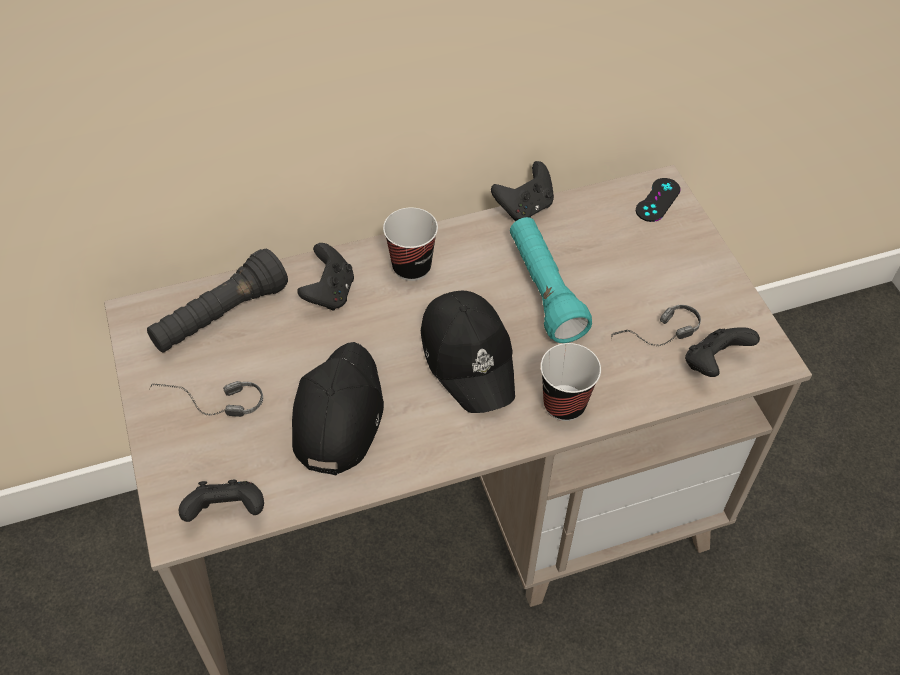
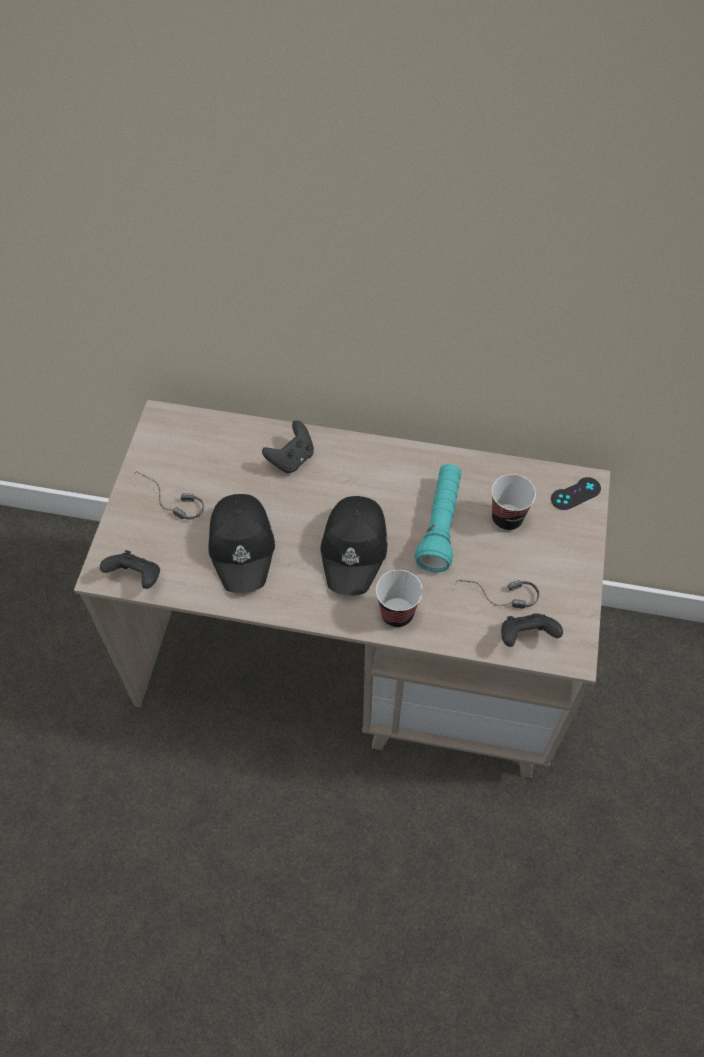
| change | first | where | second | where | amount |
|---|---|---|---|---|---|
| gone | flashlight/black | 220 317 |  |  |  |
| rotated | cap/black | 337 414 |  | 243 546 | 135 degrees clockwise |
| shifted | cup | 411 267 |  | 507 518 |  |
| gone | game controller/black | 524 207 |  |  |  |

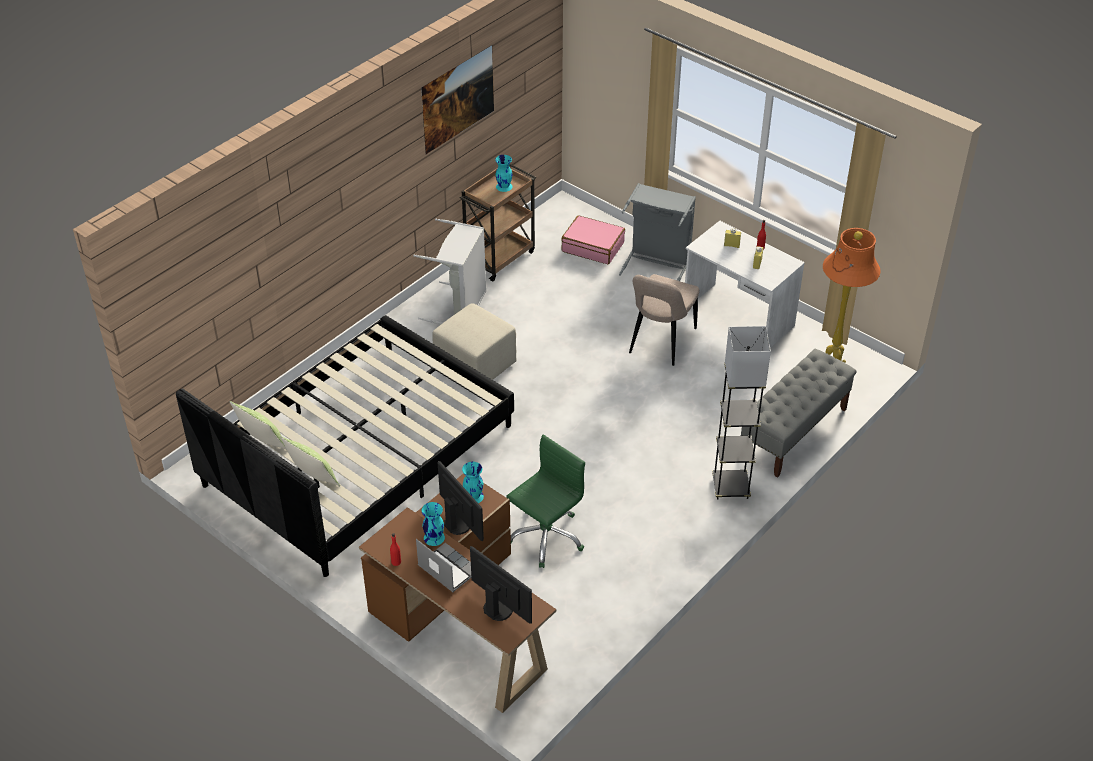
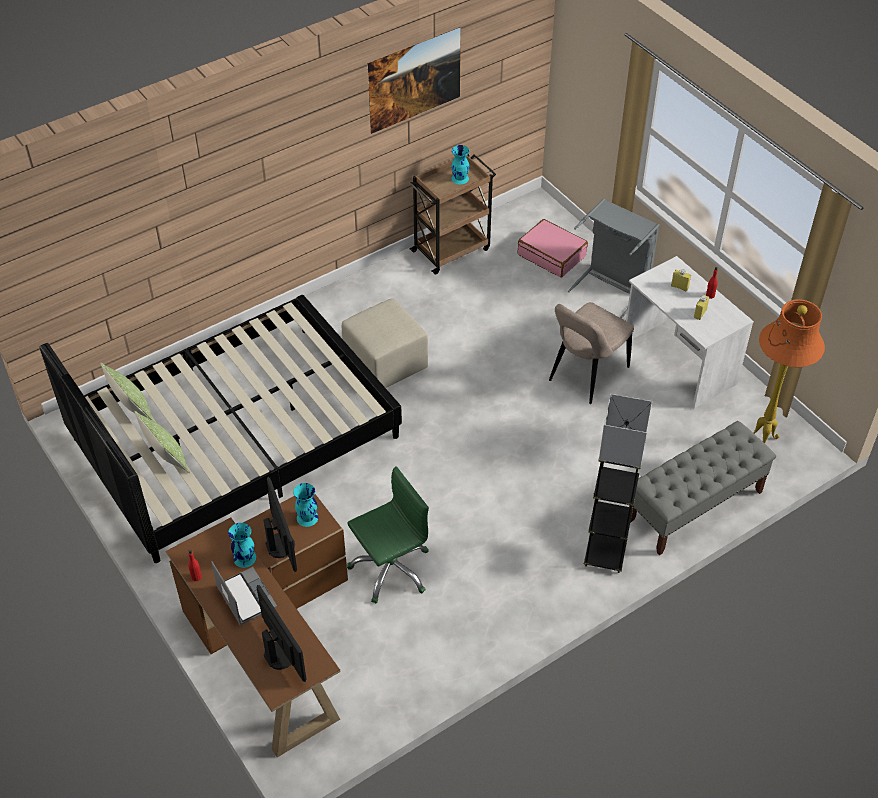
| change | first | where | second | where | amount |
|---|---|---|---|---|---|
| gone | laundry basket/grey | 460 307 |  |  |  |

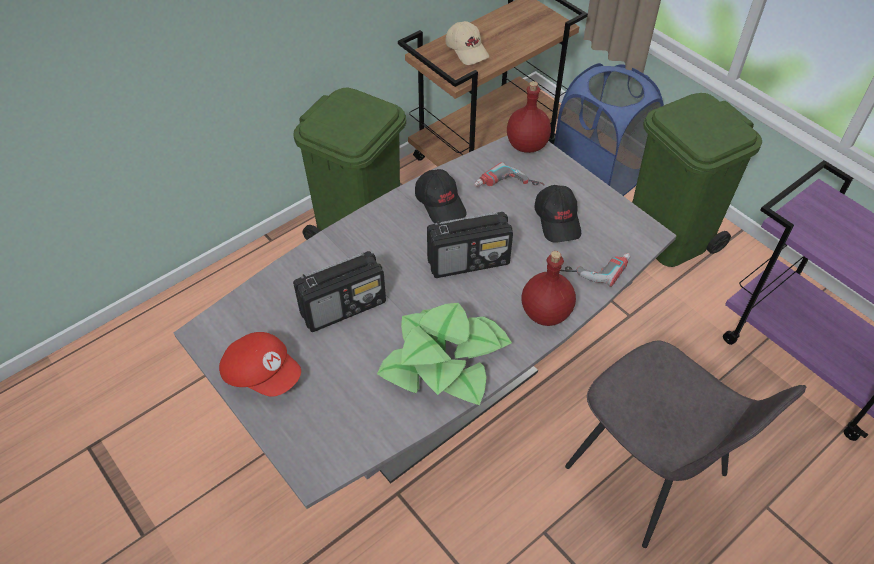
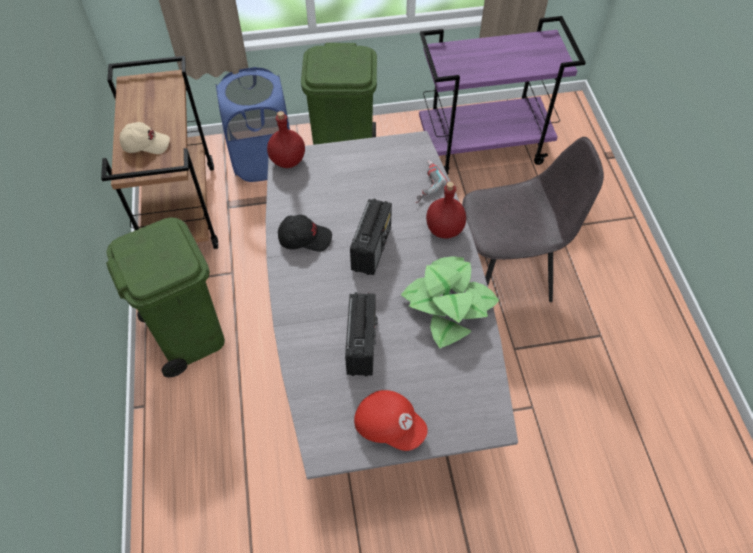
| change | first | where | second | where | amount |
|---|---|---|---|---|---|
| rotated | cap/red | 262 373 |  | 389 425 | 60 degrees clockwise |
| gone | power drill | 507 187 |  |  |  |
| gone | cap/black | 558 220 |  |  |  |

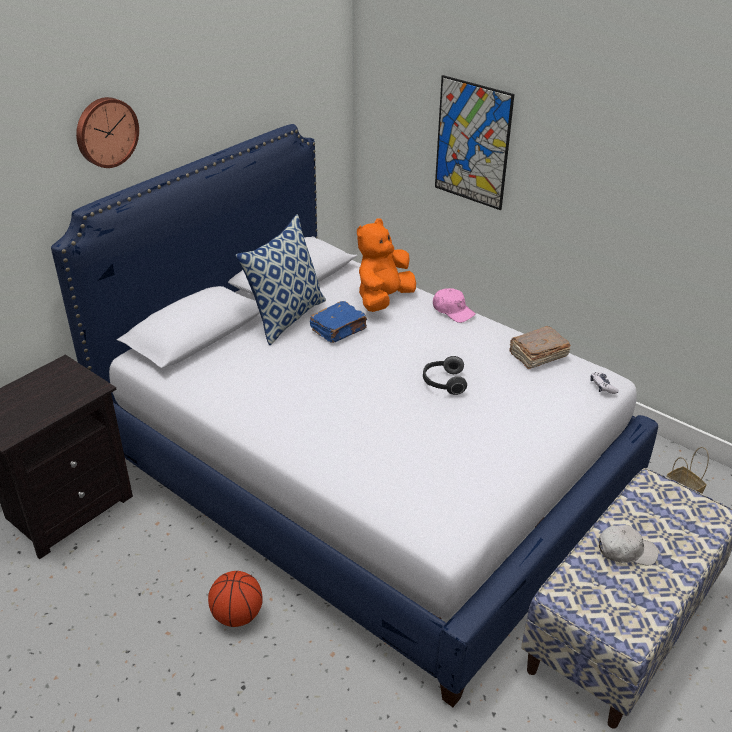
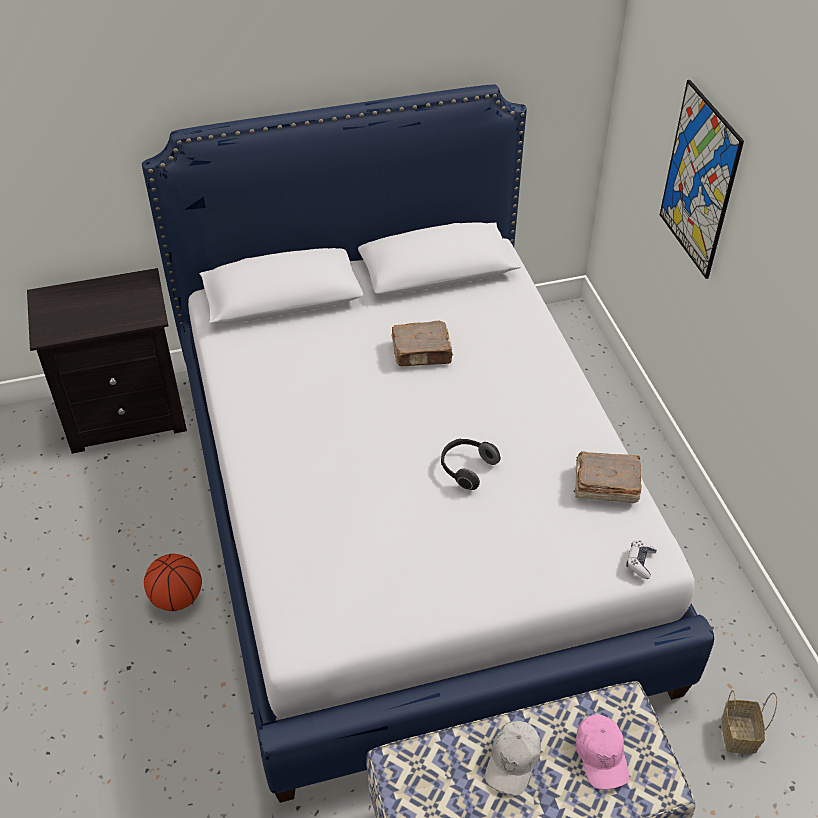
| change | first | where | second | where | amount |
|---|---|---|---|---|---|
| gone | wall clock | 105 132 |  |  |  |
| gone | pillow | 286 317 |  |  |  |
| repainted | book/blue | 339 330 | book/brown | 422 353 |  |
| gone | plush toy/orange | 383 299 |  |  |  |
| shifted | cap/pink | 453 311 |  | 601 755 |  |
| rotated | cap/white | 626 551 |  | 513 761 | 75 degrees clockwise |

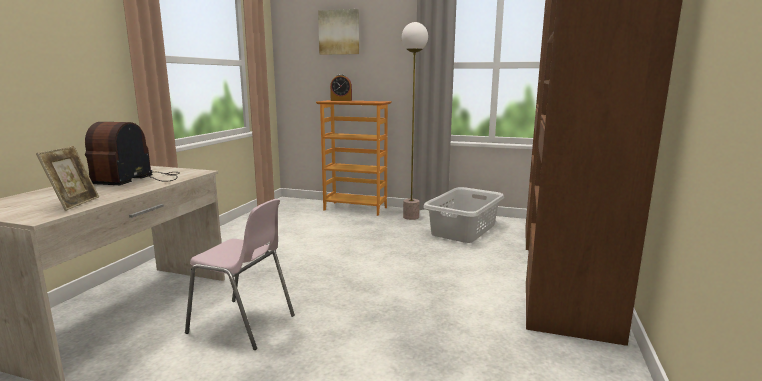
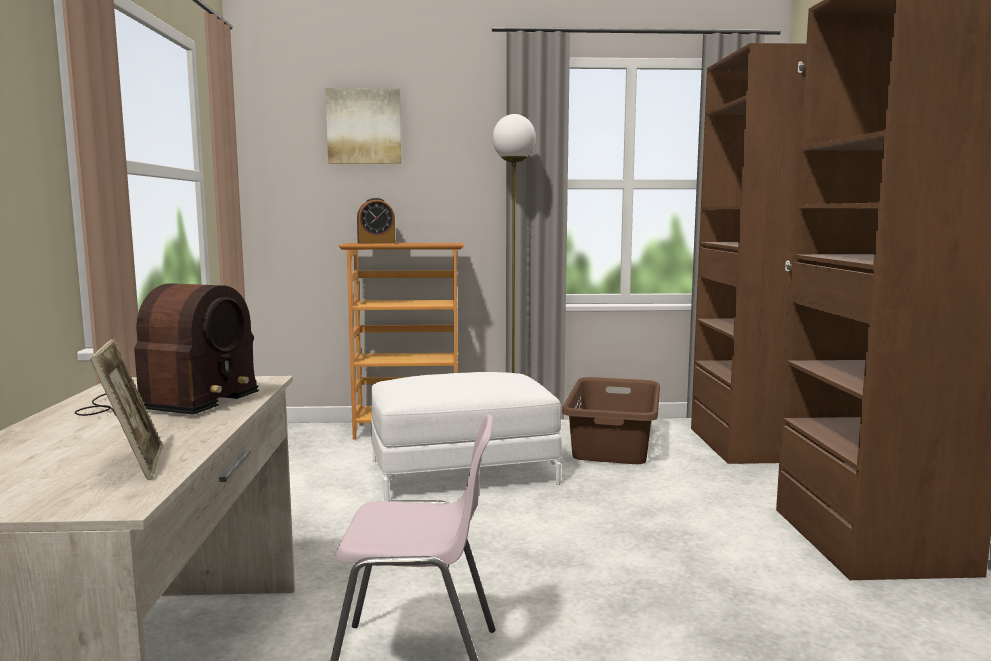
| change | first | where | second | where | amount |
|---|---|---|---|---|---|
| rotated | radio | 139 179 |  | 167 405 | 150 degrees counterclockwise |
| repainted | laundry basket/grey | 464 230 | laundry basket/brown | 613 445 |  |
| new |  |  | ottoman/white | 462 471 |  |

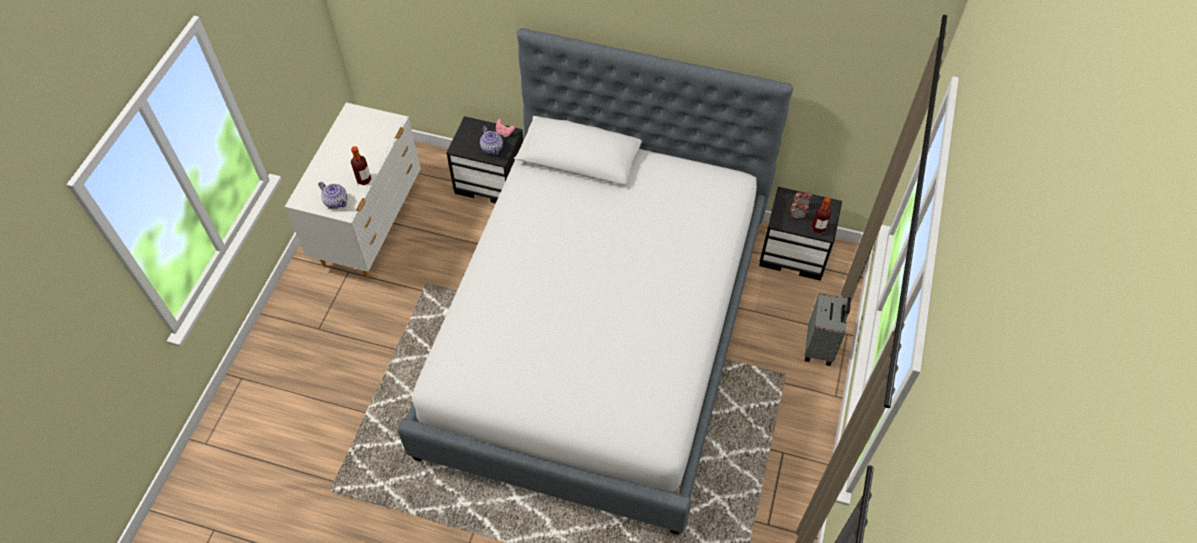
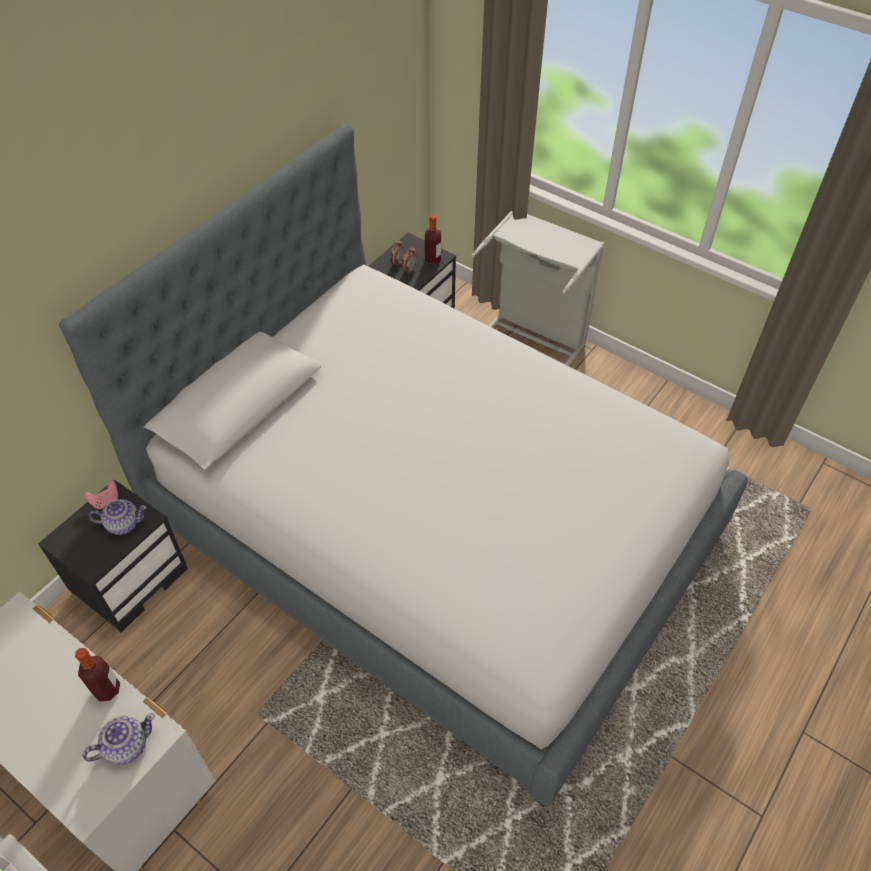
| change | first | where | second | where | amount |
|---|---|---|---|---|---|
| swapped | suitcase/grey | 820 347 | laundry basket/grey | 532 341 |  |

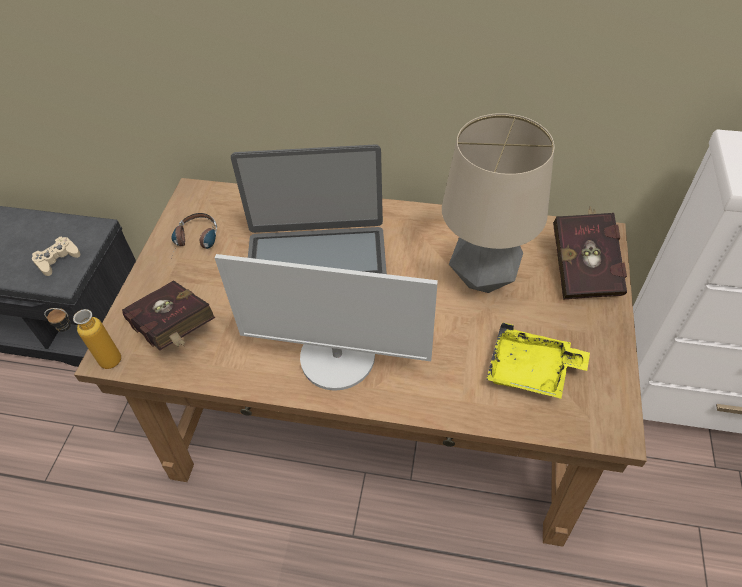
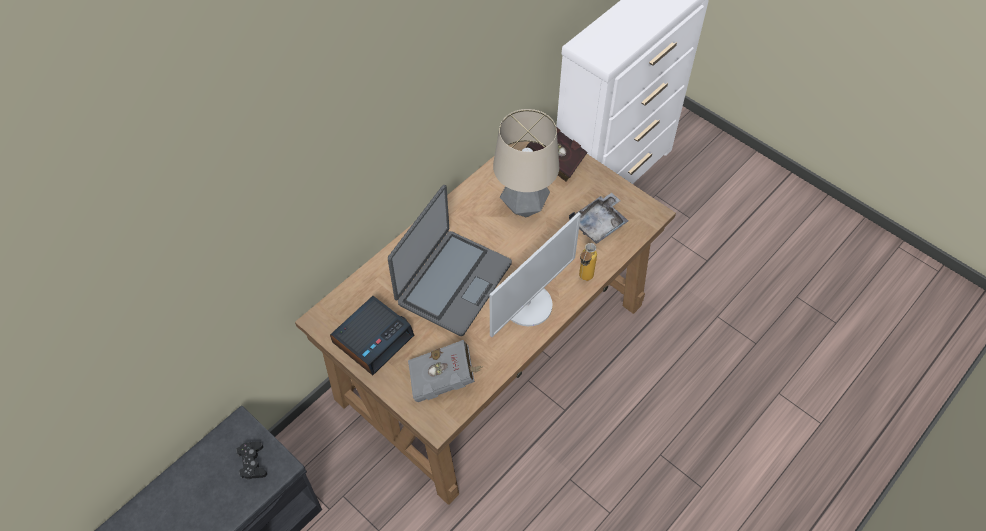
| change | first | where | second | where | amount |
|---|---|---|---|---|---|
| repainted | game controller/beige | 57 259 | game controller/black | 252 463 |  |
| shifted | bottle | 101 362 |  | 584 280 |  |
| repainted | book/red | 175 332 | book/grey | 445 380 |  |
| swapped | headphones | 196 242 | alarm clock | 373 338 |  |
| repainted | tray/yellow | 531 371 | tray/grey | 599 224 |  |

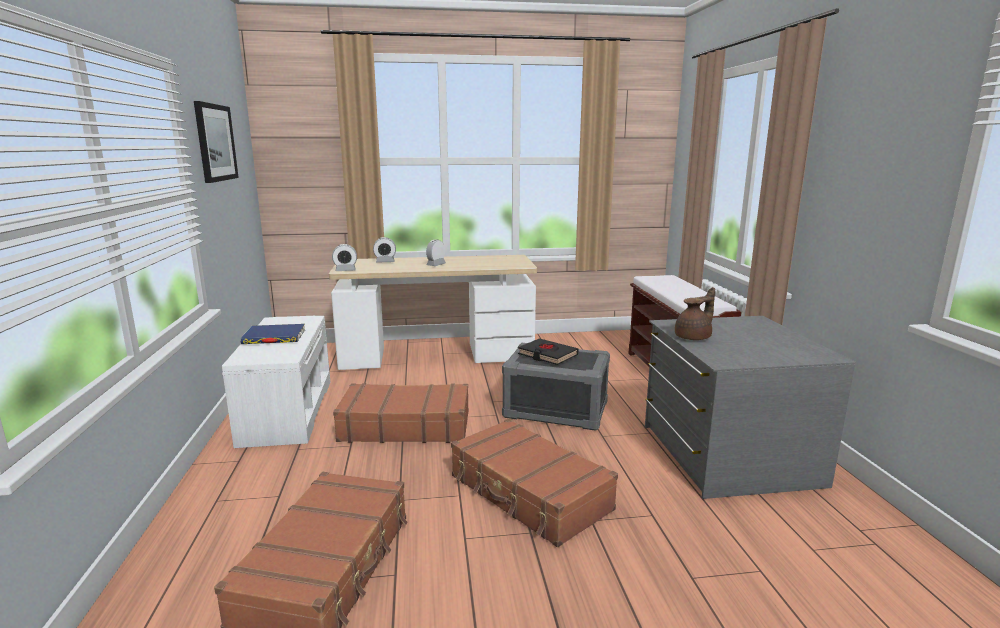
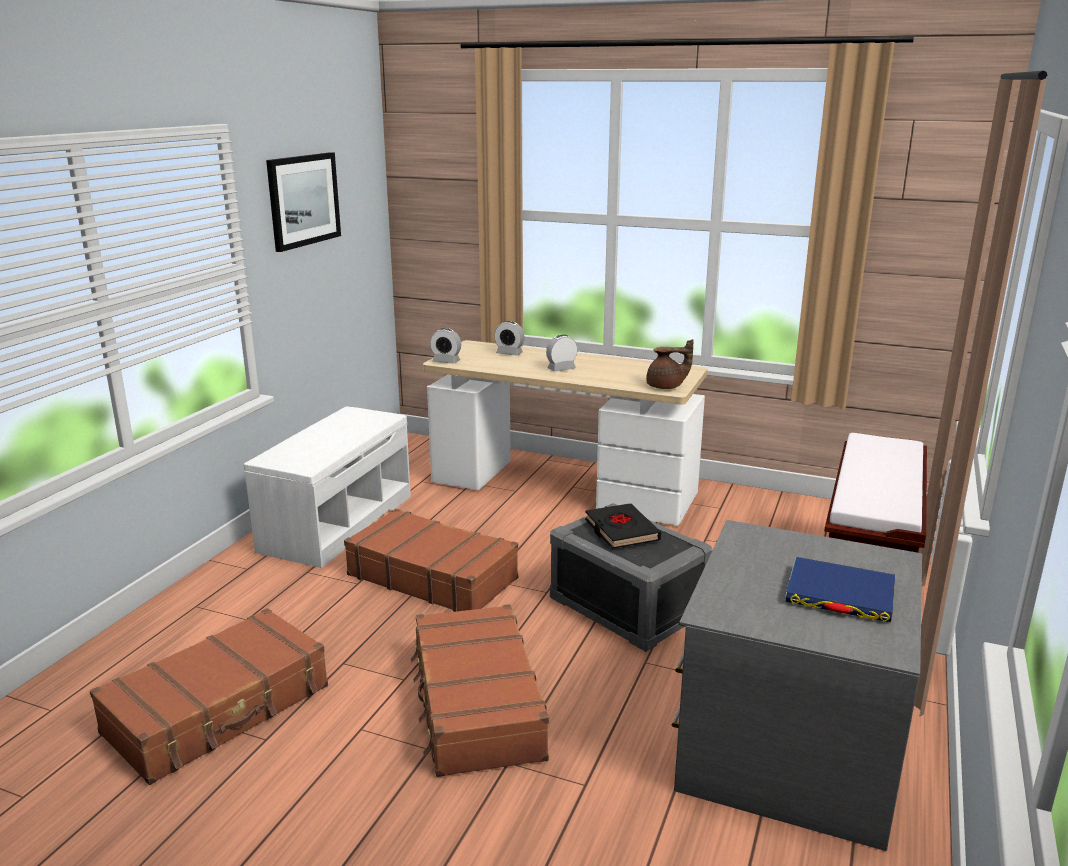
| change | first | where | second | where | amount |
|---|---|---|---|---|---|
| shifted | book/blue | 274 337 |  | 839 595 |  |
| shifted | teapot/brown | 694 337 |  | 666 387 |  |

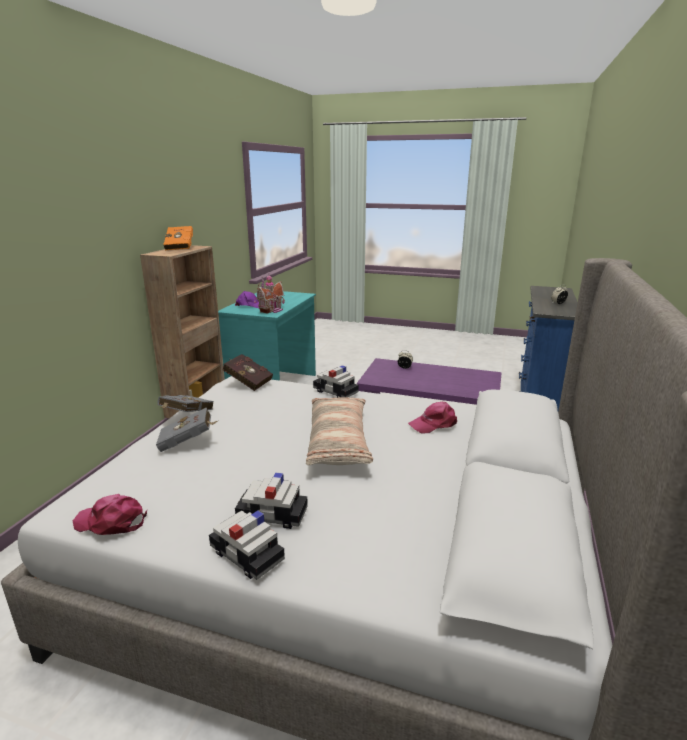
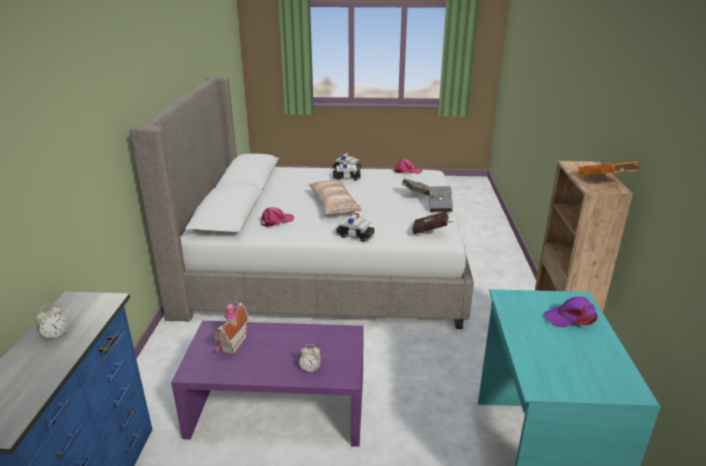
| change | first | where | second | where | amount |
|---|---|---|---|---|---|
| shifted | toy house | 272 310 |  | 231 344 |  |

